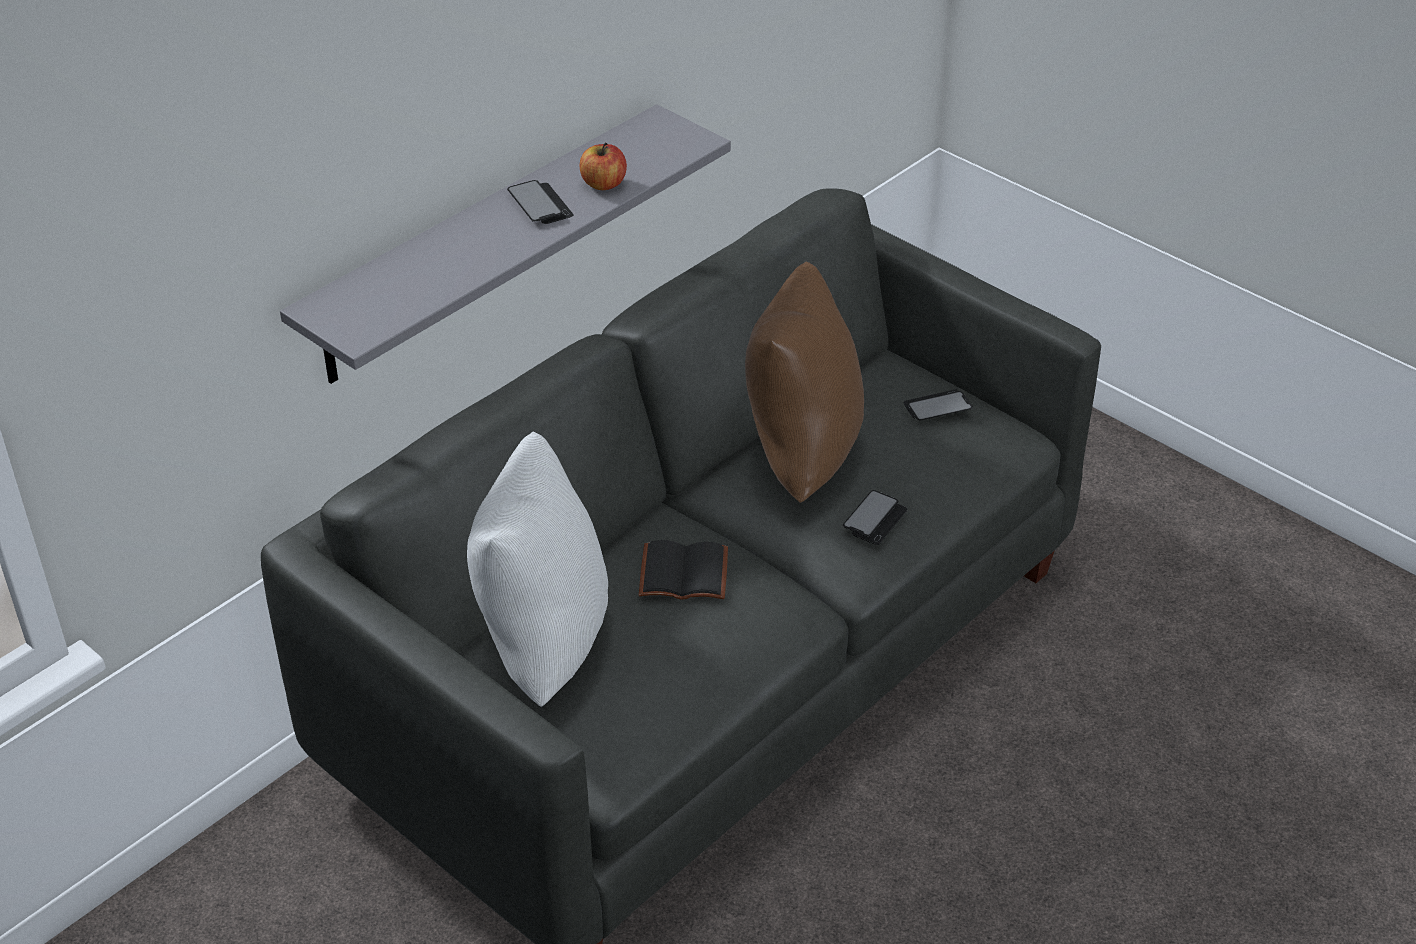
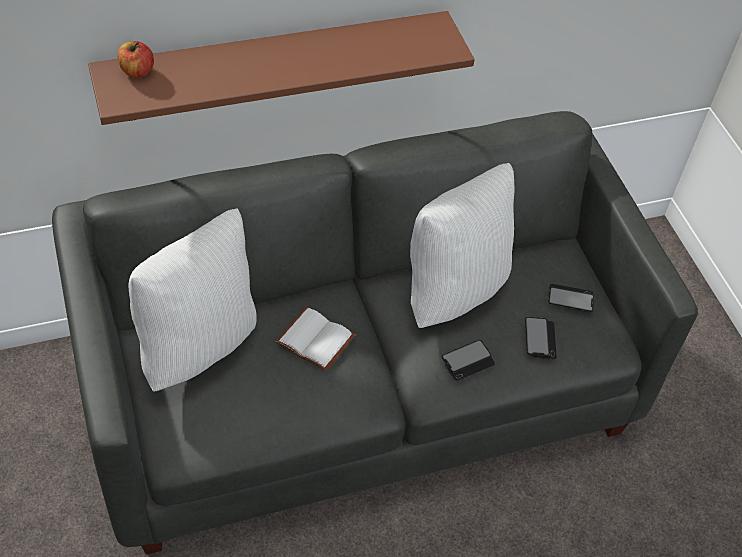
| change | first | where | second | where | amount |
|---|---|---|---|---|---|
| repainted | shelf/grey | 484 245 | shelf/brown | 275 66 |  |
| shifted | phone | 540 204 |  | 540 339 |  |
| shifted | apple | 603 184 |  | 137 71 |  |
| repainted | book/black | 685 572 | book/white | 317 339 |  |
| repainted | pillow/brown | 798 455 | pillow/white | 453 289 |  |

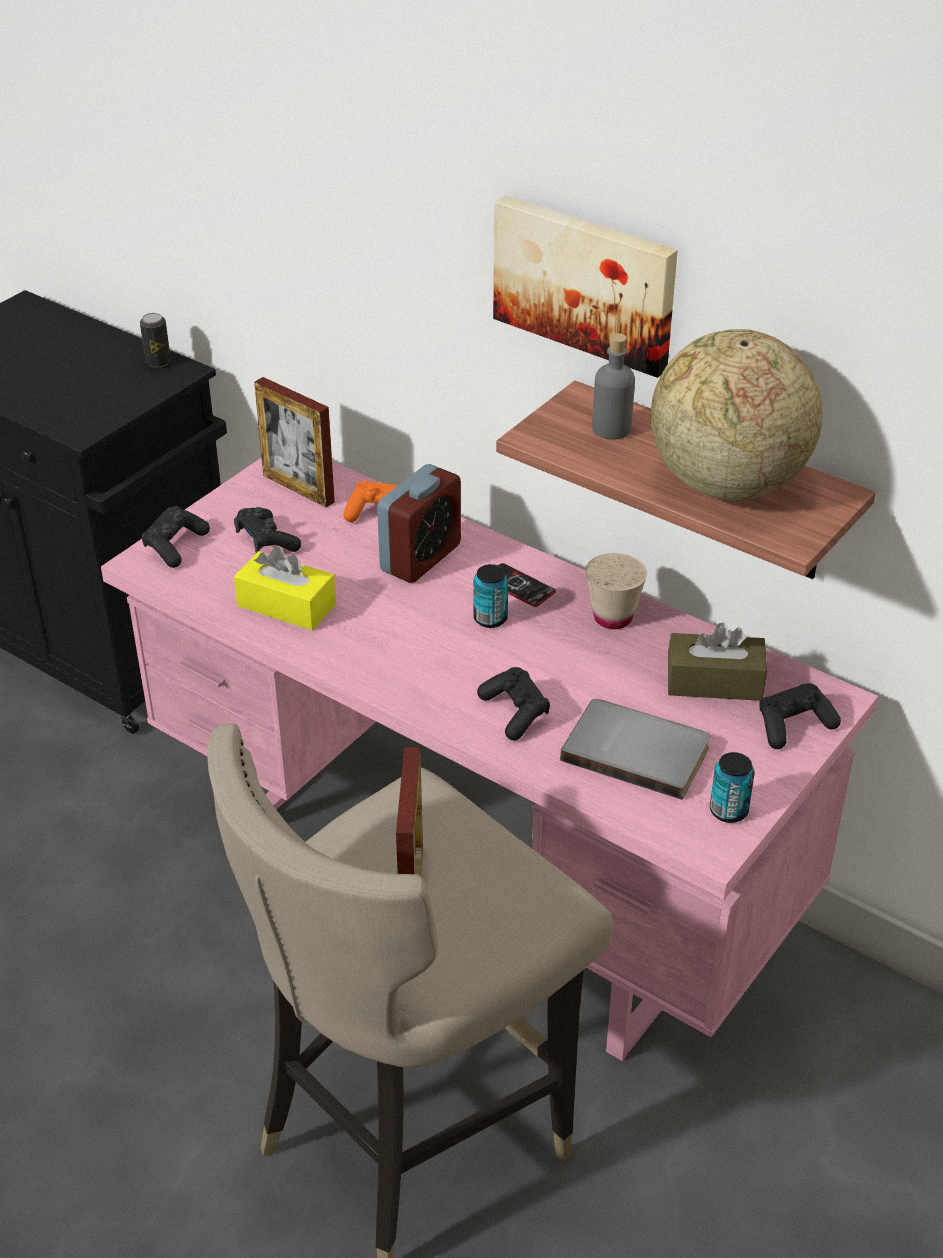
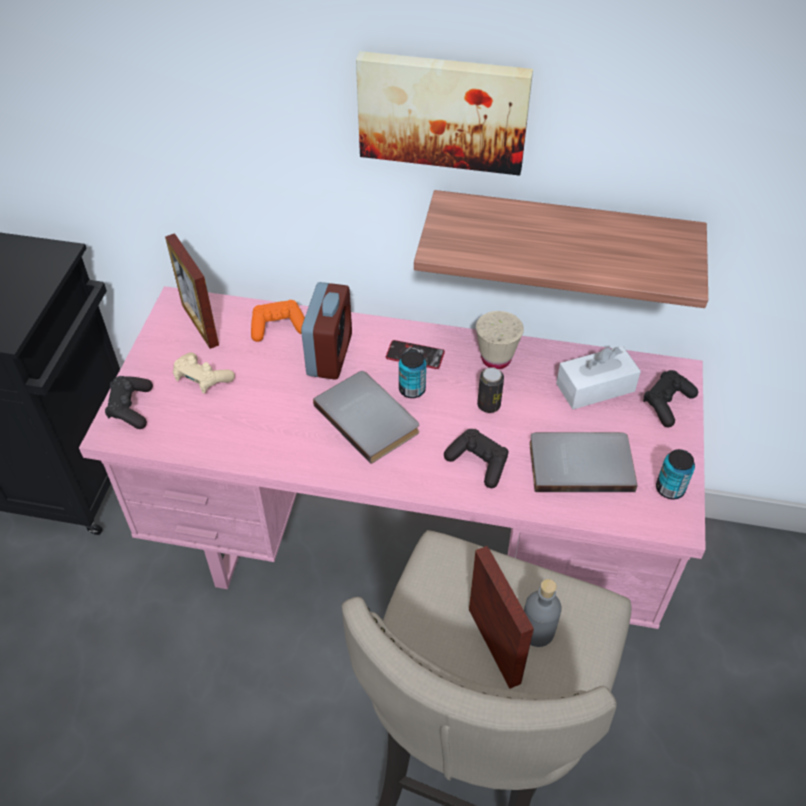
| change | first | where | second | where | amount |
|---|---|---|---|---|---|
| shifted | can | 158 362 |  | 488 405 |  |
| repainted | game controller/black | 266 541 | game controller/beige | 202 379 |  |
| gone | tissue box/yellow | 286 605 |  |  |  |
| rotated | picture frame | 298 489 |  | 200 325 | 45 degrees clockwise |
| shifted | bottle/grey | 611 429 |  | 537 631 |  |
| gone | globe | 726 484 |  |  |  |
| repainted | tissue box/brown | 714 682 | tissue box/white | 595 387 |  |
| new |  |  | book/grey | 369 417 |  |

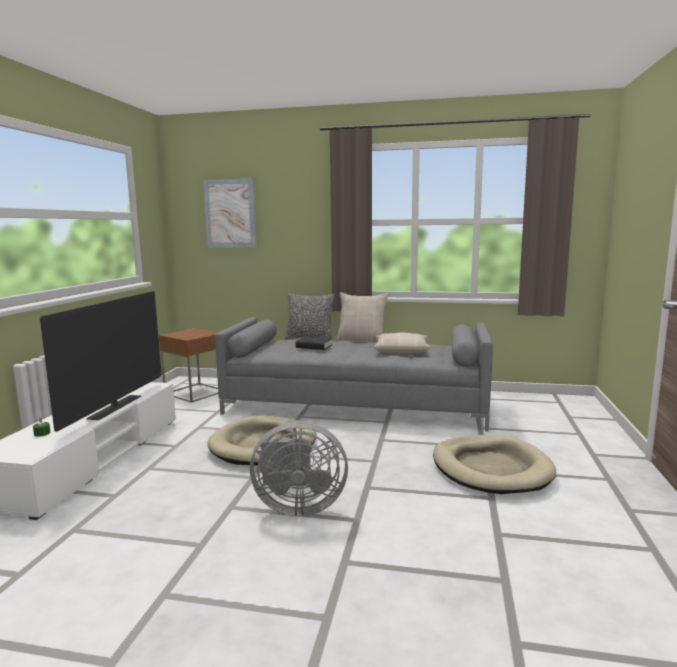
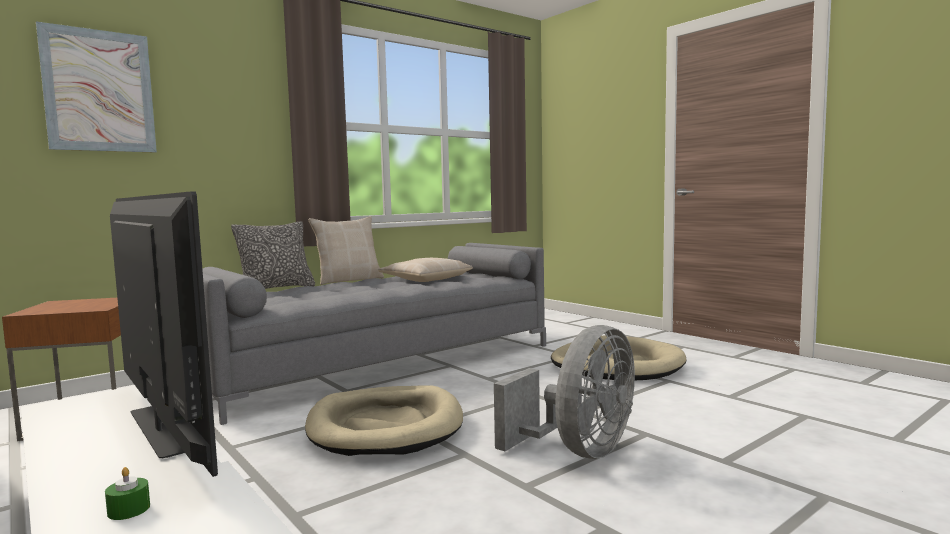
| change | first | where | second | where | amount |
|---|---|---|---|---|---|
| gone | book/black | 314 346 |  |  |  |

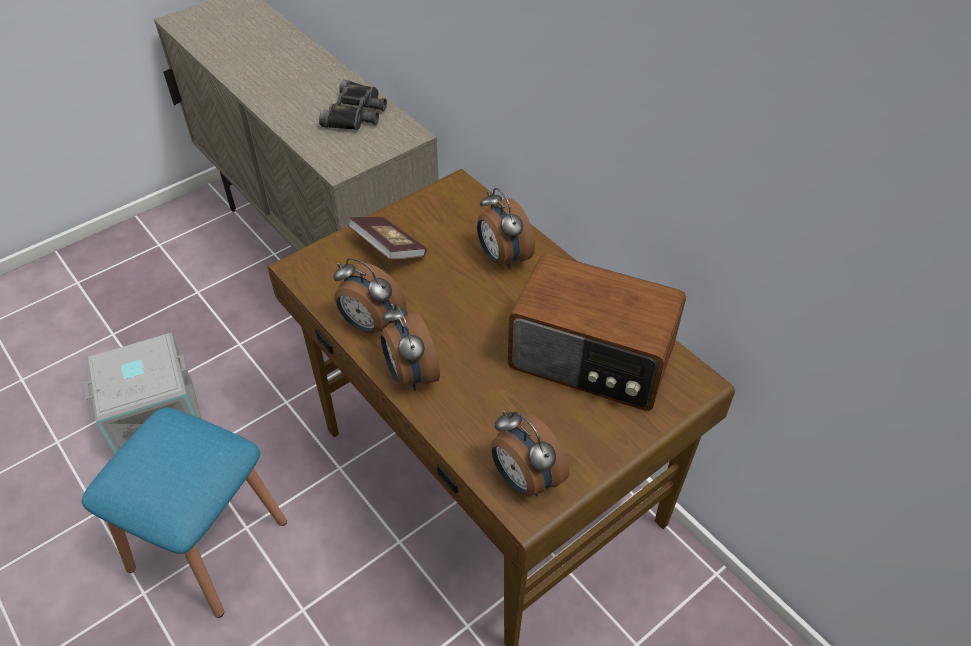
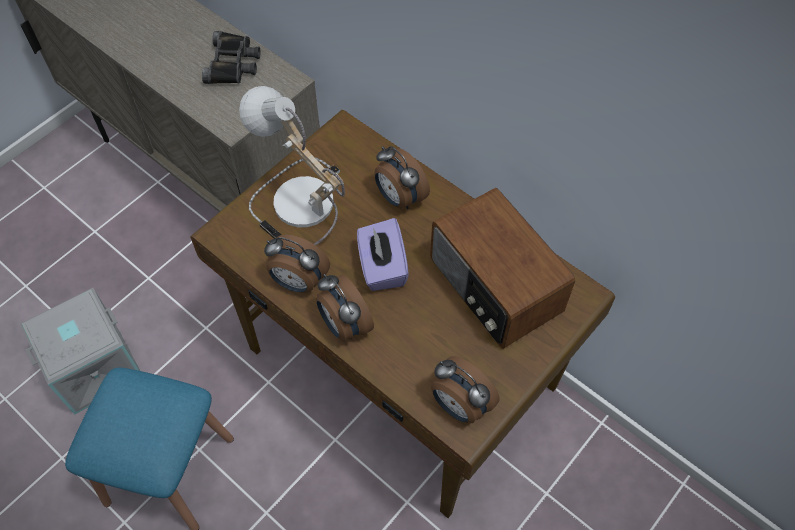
| change | first | where | second | where | amount |
|---|---|---|---|---|---|
| swapped | book | 388 249 | table lamp | 296 204 |  |
| rotated | radio | 591 360 |  | 493 287 | 45 degrees clockwise |
| new |  |  | tissue box/purple | 382 267 |  |

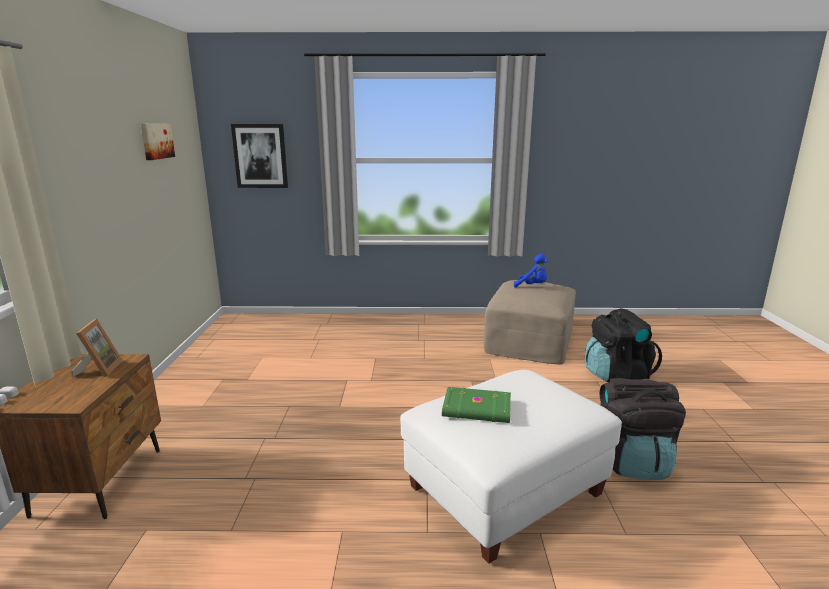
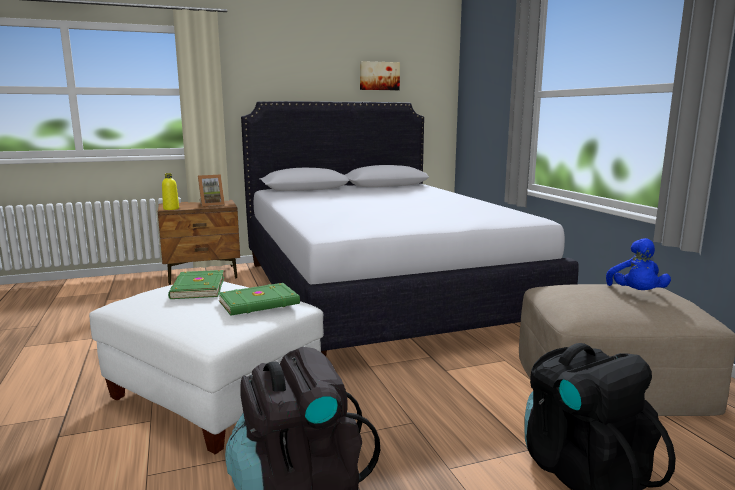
| change | first | where | second | where | amount |
|---|---|---|---|---|---|
| gone | picture | 260 156 |  |  |  |
| new |  |  | bottle/yellow | 171 208 |  |
| new |  |  | book/green | 260 303 |  |
| new |  |  | bed/white | 379 293 |  |

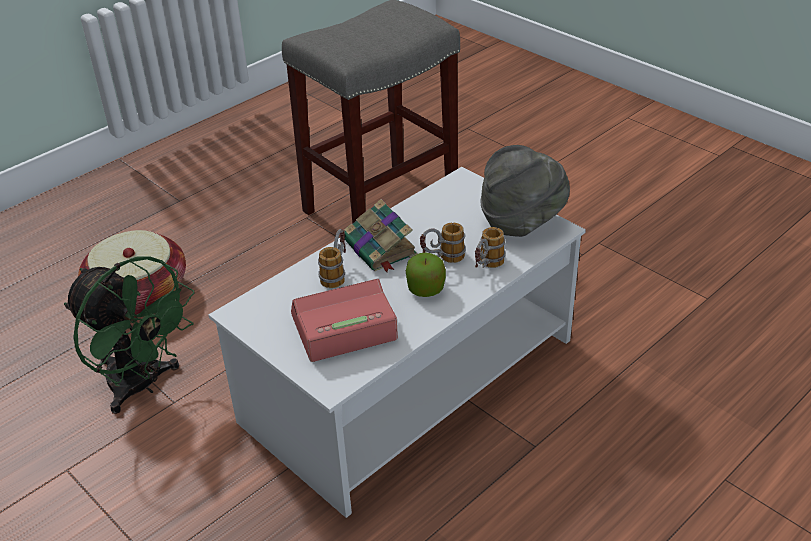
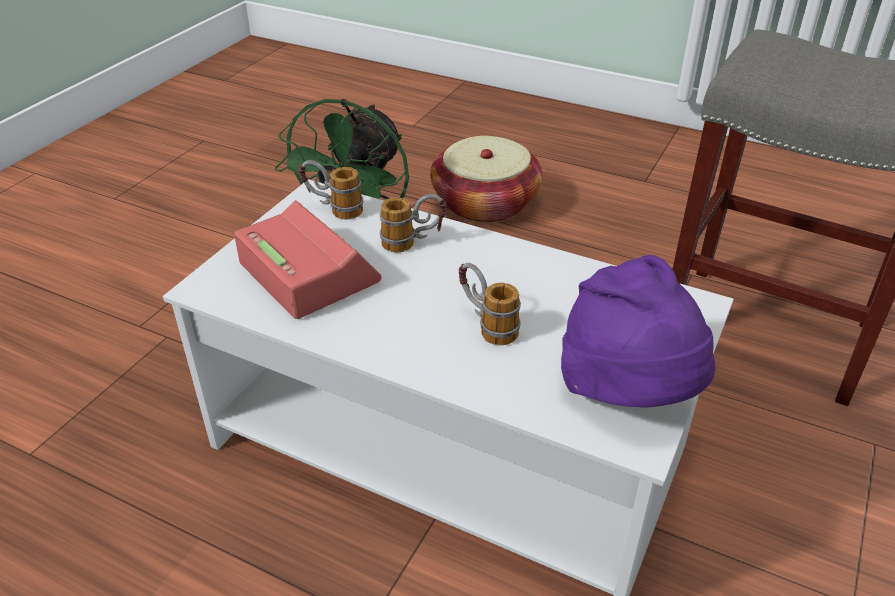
| change | first | where | second | where | amount |
|---|---|---|---|---|---|
| gone | book | 380 248 |  |  |  |
| gone | apple | 426 289 |  |  |  |
| shifted | mug | 487 267 |  | 333 209 |  |
| repainted | hat/grey | 522 222 | hat/purple | 628 392 |  |

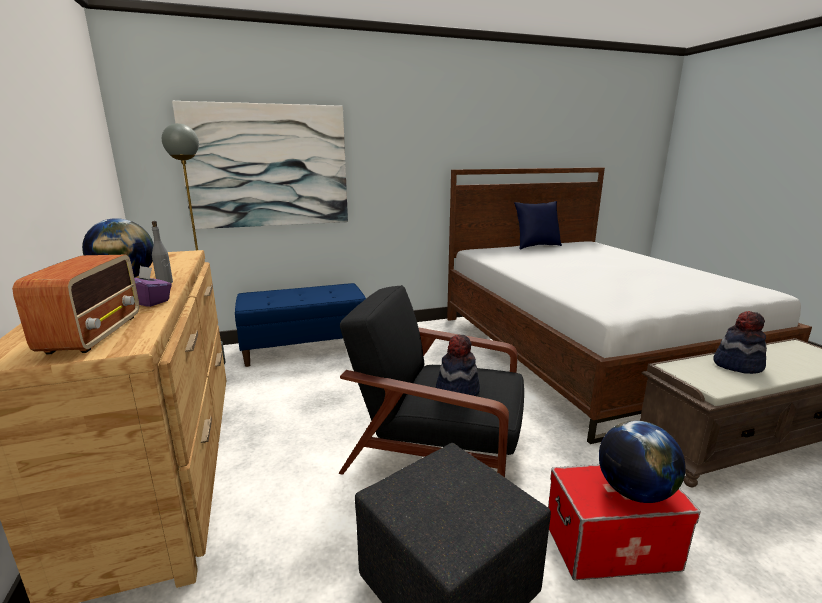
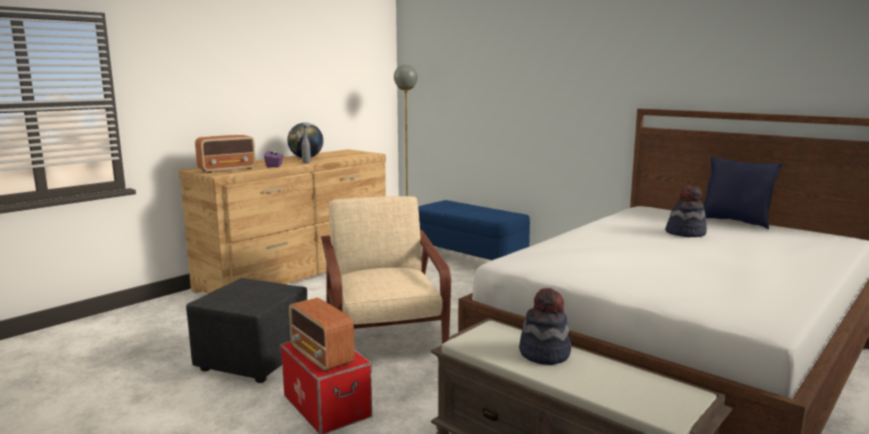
| change | first | where | second | where | amount |
|---|---|---|---|---|---|
| gone | picture | 267 166 |  |  |  |
| repainted | armchair/black | 437 449 | armchair/beige | 383 331 |  |
| shifted | hat | 457 391 |  | 685 233 |  |
| swapped | globe | 634 492 | radio | 322 356 |  |

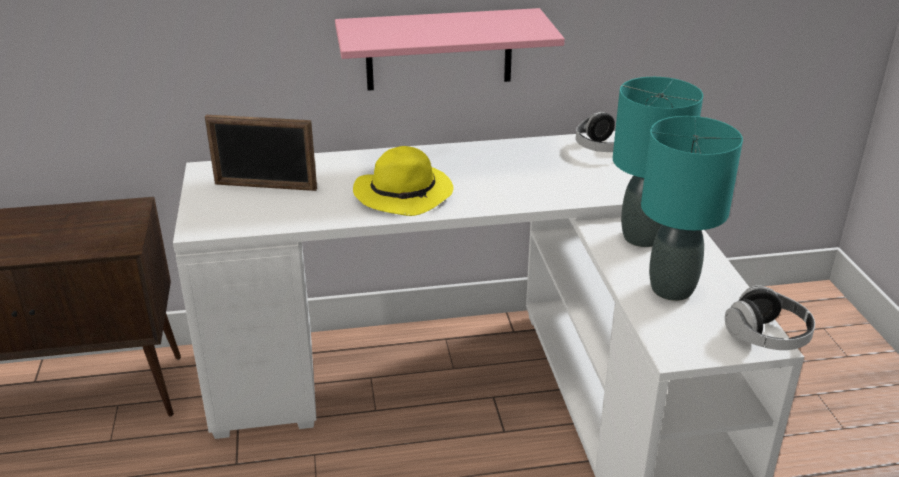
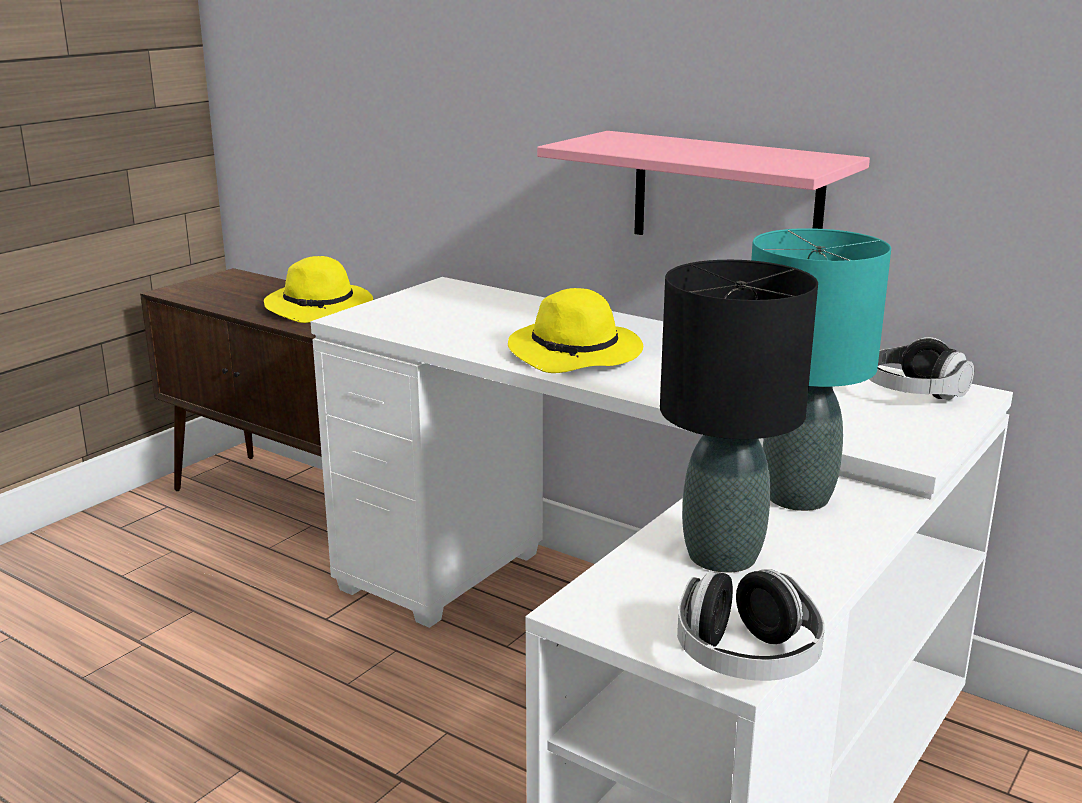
| change | first | where | second | where | amount |
|---|---|---|---|---|---|
| gone | picture frame | 265 187 |  |  |  |
| repainted | table lamp/turquoise | 672 289 | table lamp/black | 722 556 |  |
| new |  |  | hat/yellow | 321 308 |  |

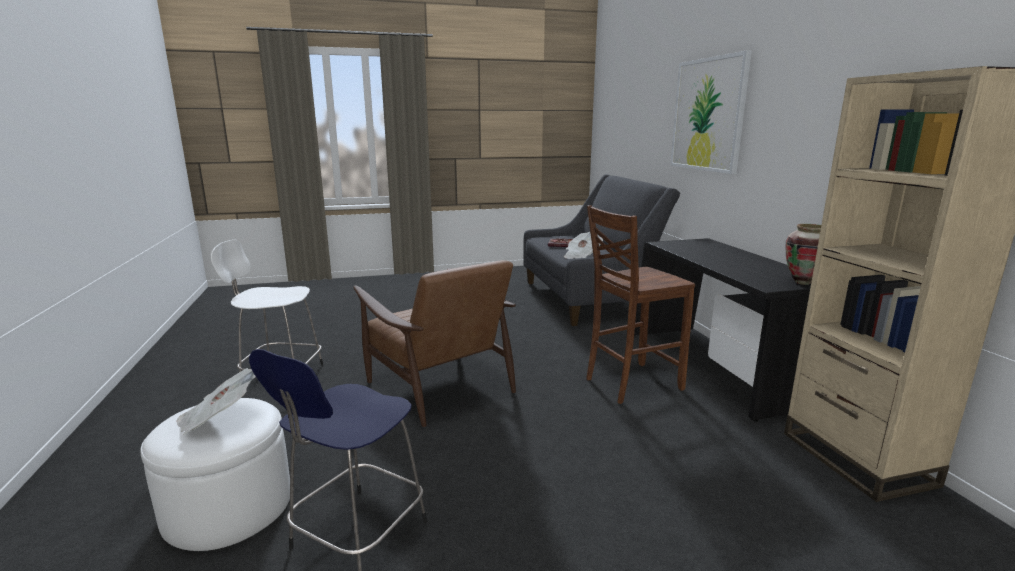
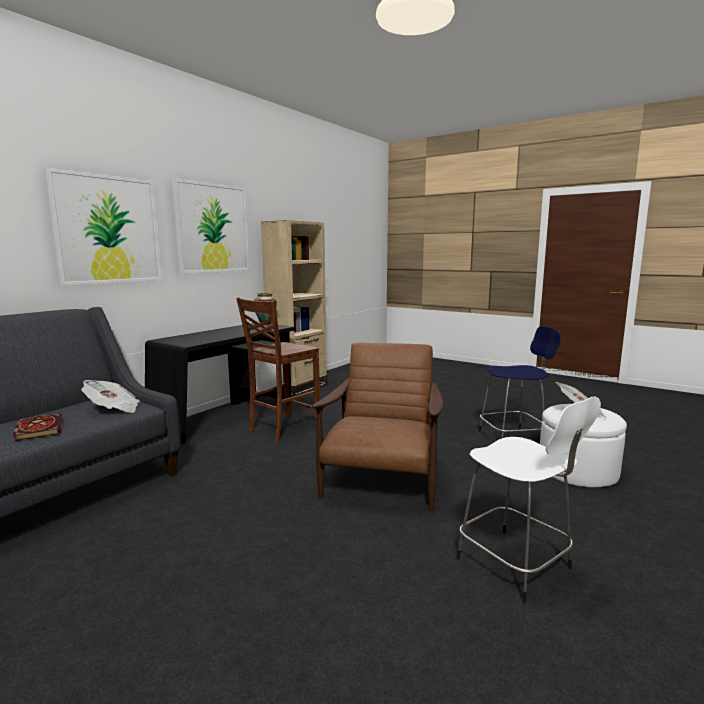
| change | first | where | second | where | amount |
|---|---|---|---|---|---|
| rotated | chair/brown | 630 383 |  | 282 428 | 105 degrees clockwise |
| new |  |  | picture | 212 228 |  |

